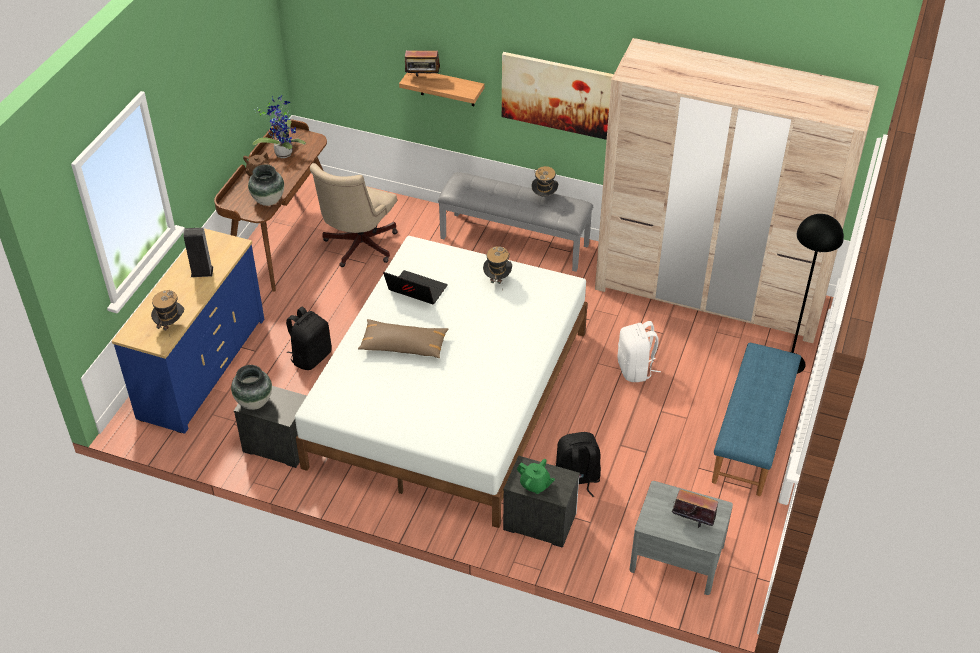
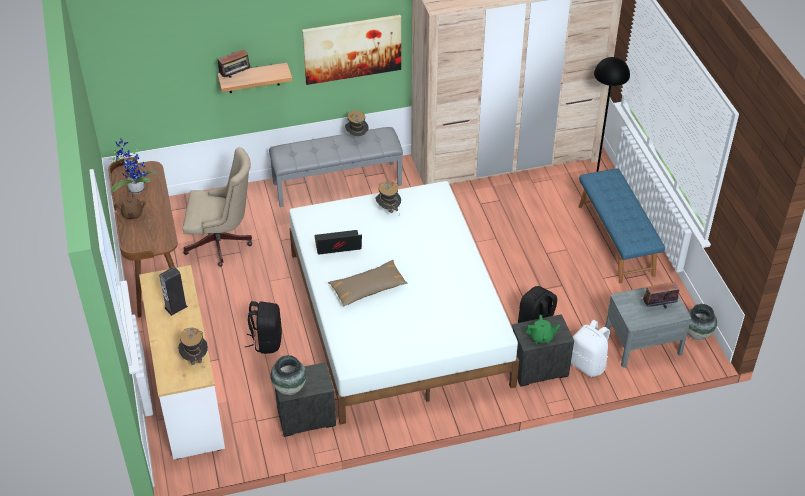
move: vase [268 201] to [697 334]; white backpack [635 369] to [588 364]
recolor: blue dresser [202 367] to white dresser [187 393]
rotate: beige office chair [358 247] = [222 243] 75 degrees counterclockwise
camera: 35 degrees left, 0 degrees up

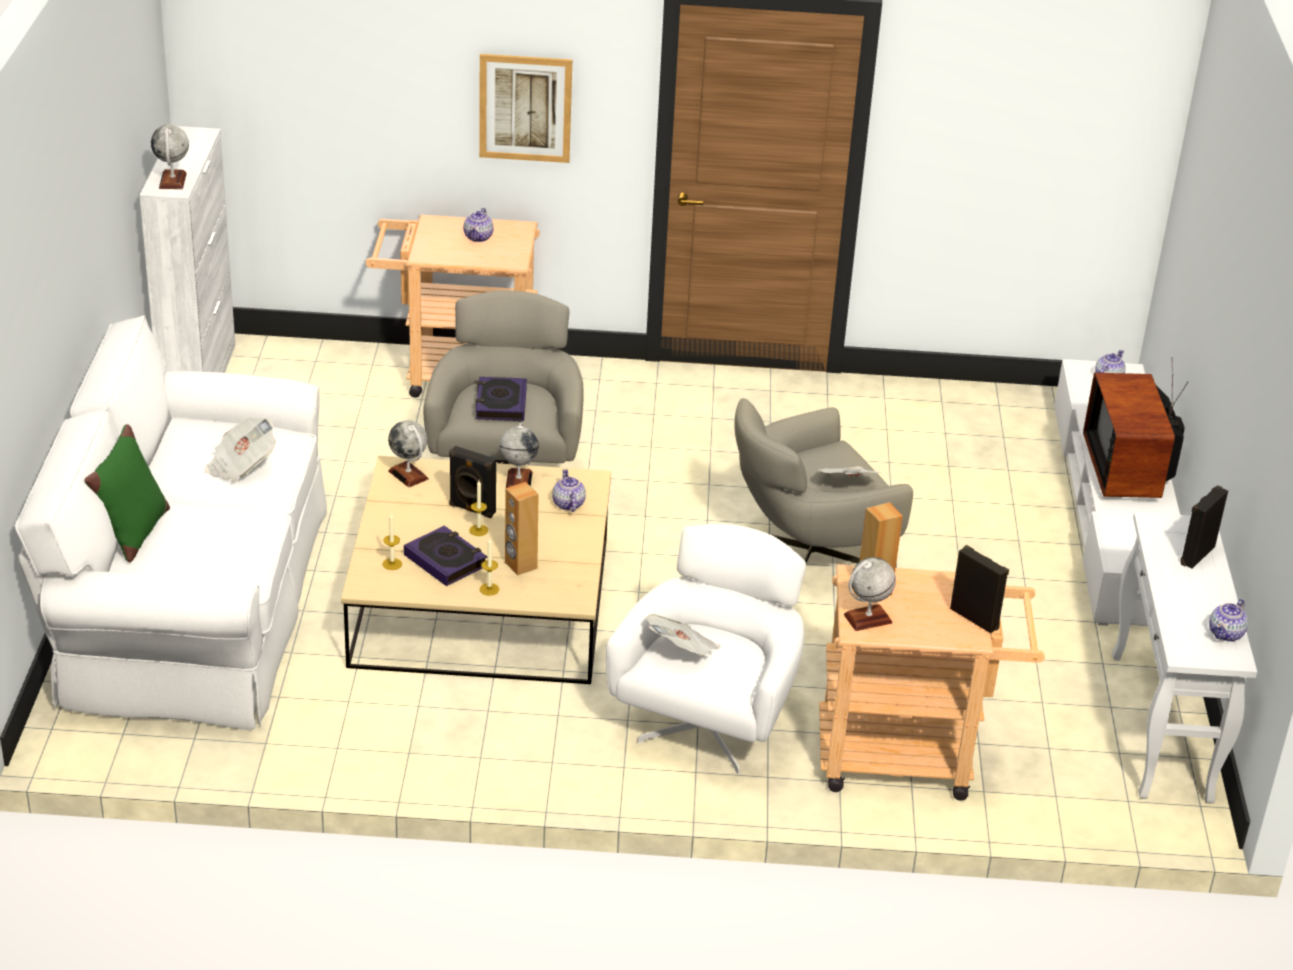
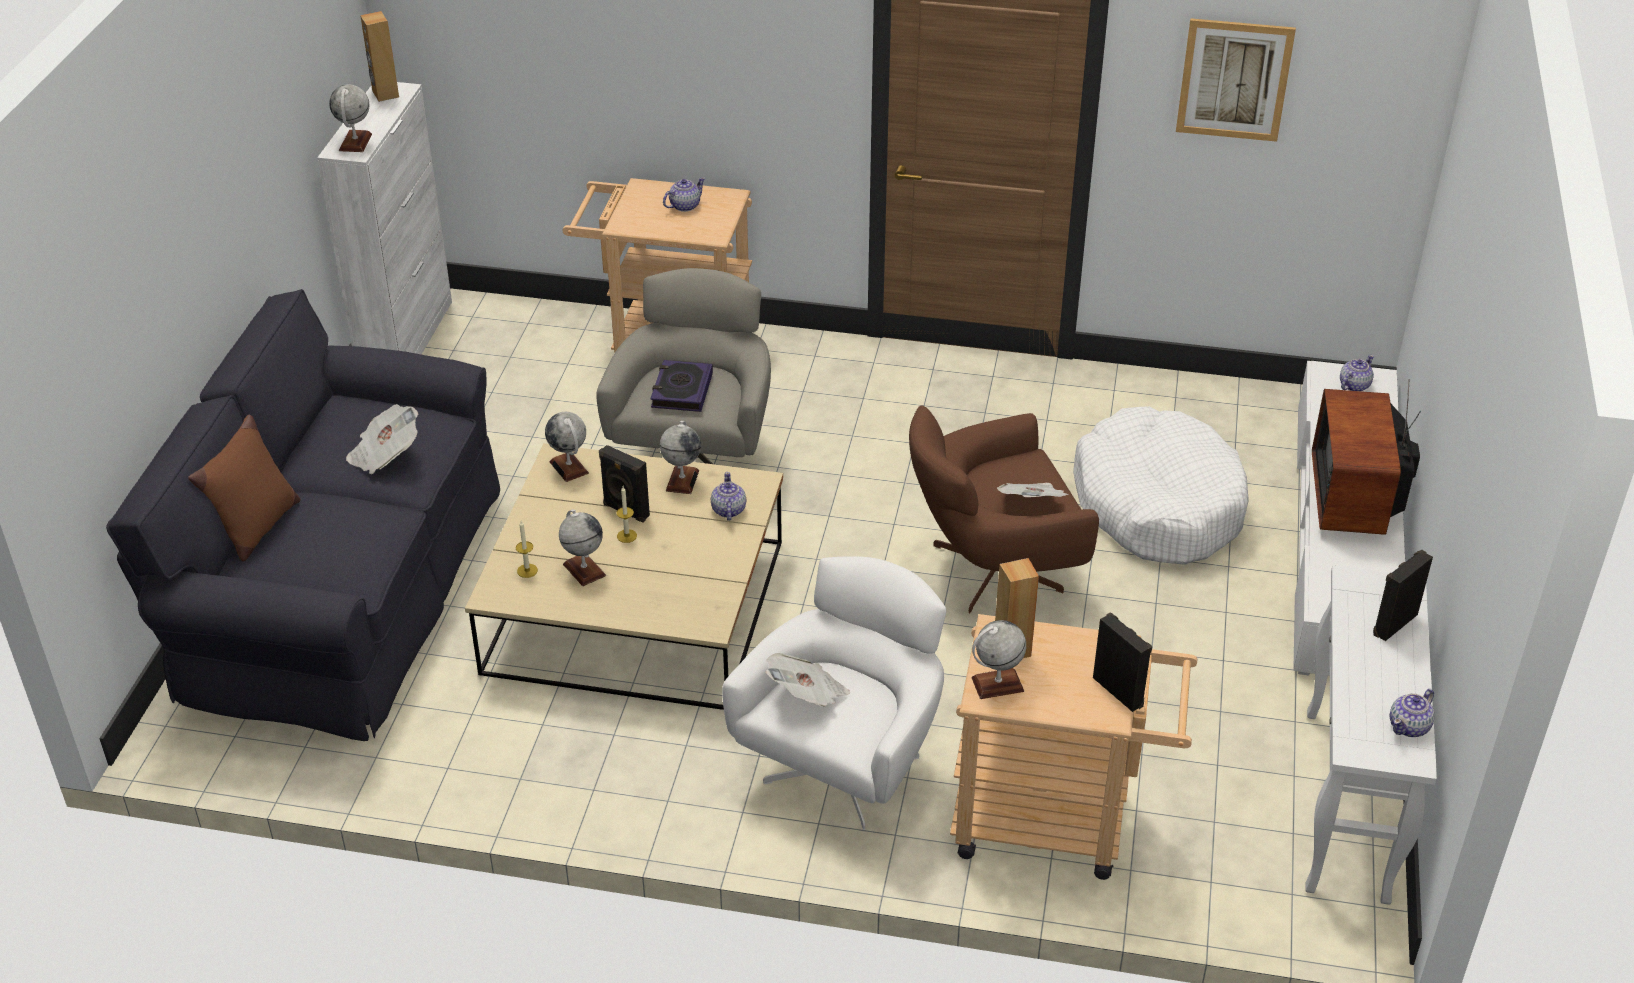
delete: candle [489 589]
insert: white dog bed [1158 505]
move: picture [525 108] to [1234 79]; brown speaker [520 565] to [385 94]
replace: book [445 560] to globe [584 570]
recolor: white sofa [191 604] to black sofa [339 592]; green pillow [134 534] to brown pillow [256 528]; grey armchair [806 554] to brown armchair [991 570]
rotate: teapot [478 237] = [684 206] 150 degrees counterclockwise
camera: 10 degrees right, 5 degrees up

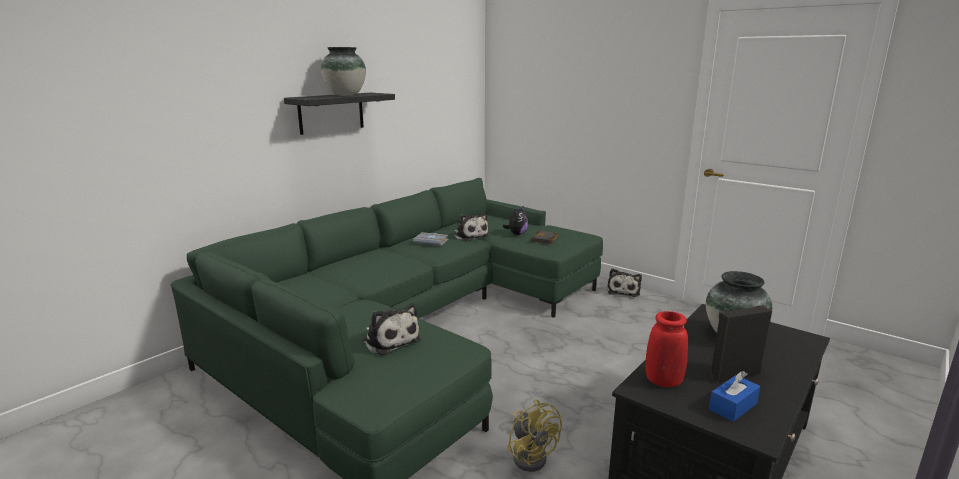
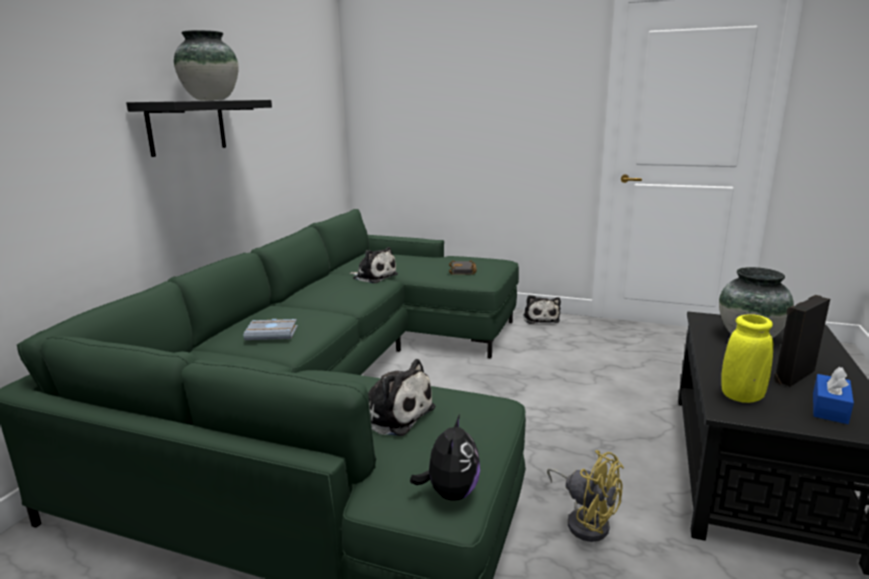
move: grey book [432 241] to [273 333]; plush toy [517 234] to [450 493]
recolor: red vase [663 381] to yellow vase [741 397]
camera: 20 degrees left, 0 degrees up

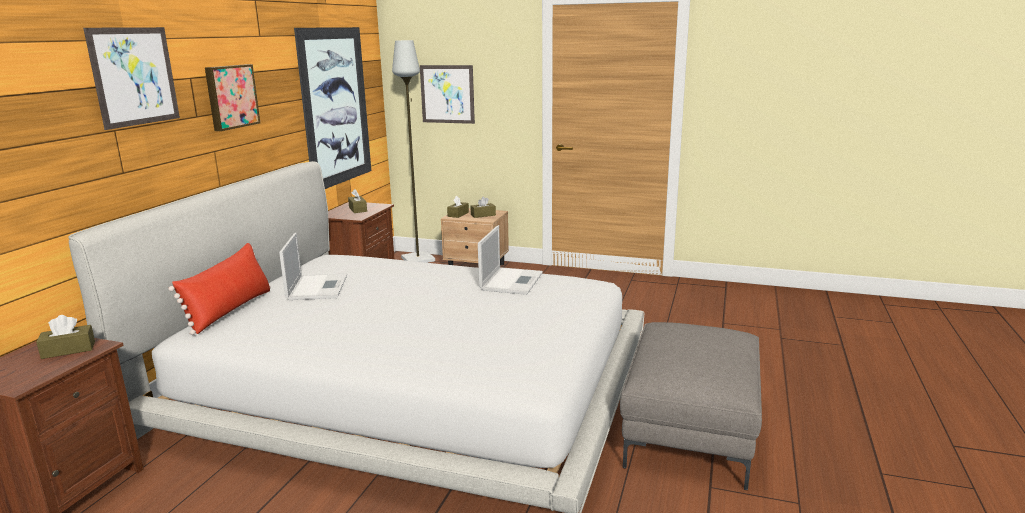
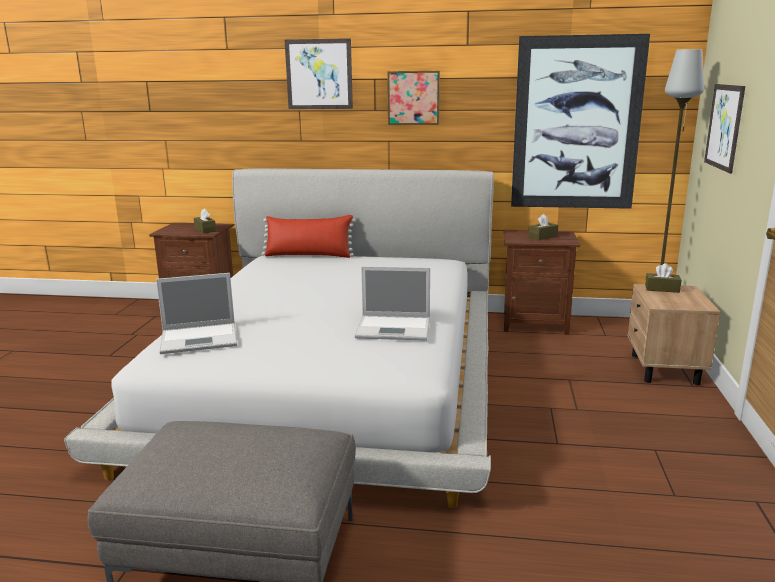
delete: brown tissue box [483 215]
move: laptop [317 287] to [201 338]
camera: 80 degrees right, 0 degrees up

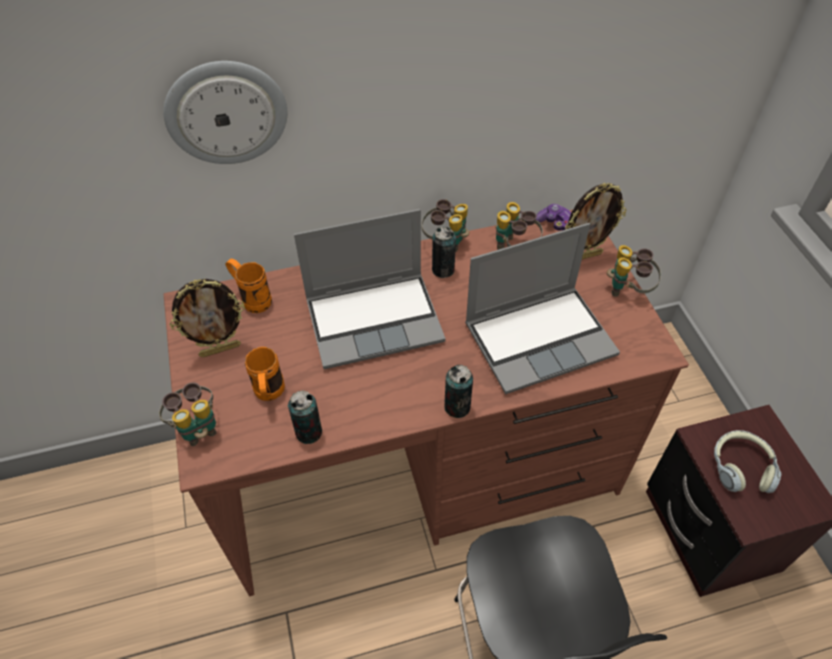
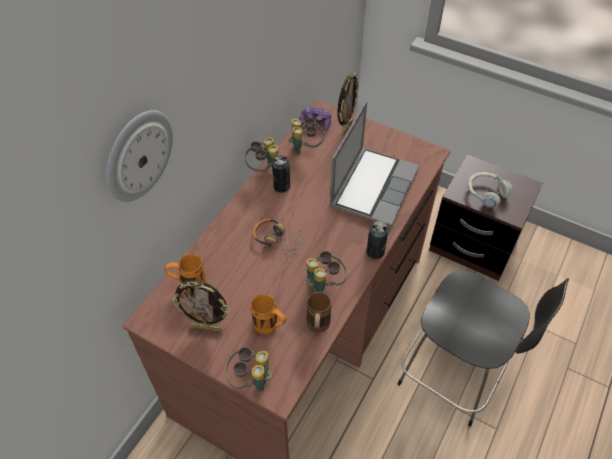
move: binoculars [628 289] to [324 284]
replace: can [309 432] to brown mug [317 327]; laptop [375 319] to headphones [278 240]
rotate: picture frame [220 349] = [207 327] 75 degrees clockwise
camera: 45 degrees left, 0 degrees up

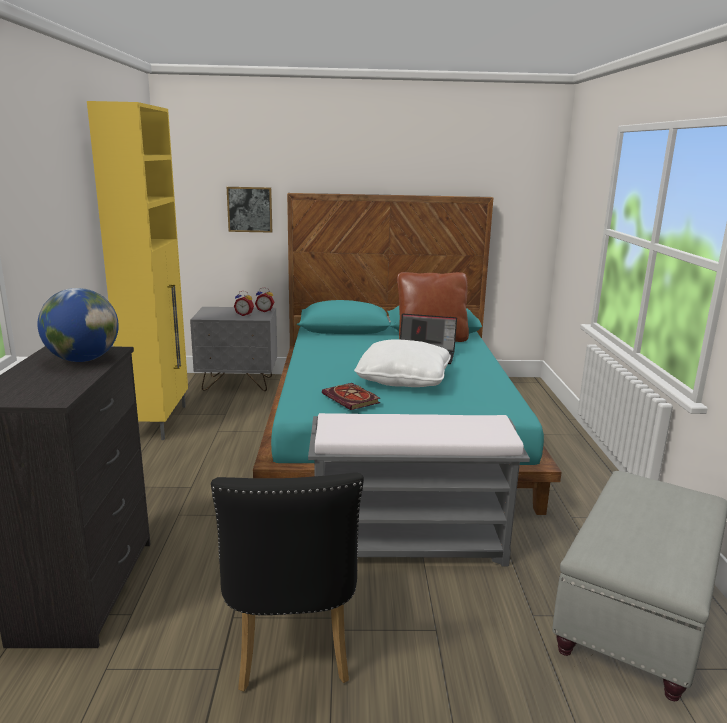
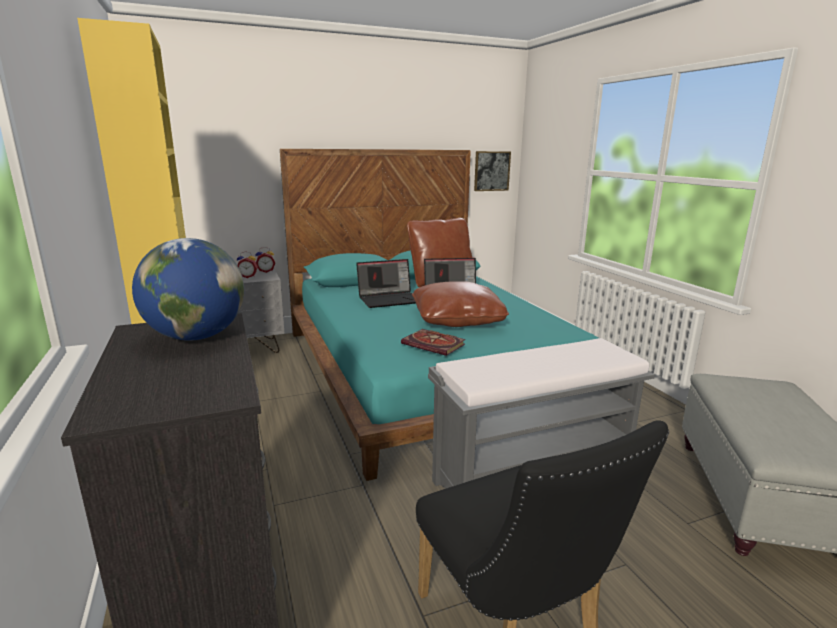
insert: laptop [389 299]
move: picture [250 209] to [491 171]
recolor: white pillow [403 380] to brown pillow [457 320]
camera: 20 degrees left, 0 degrees up

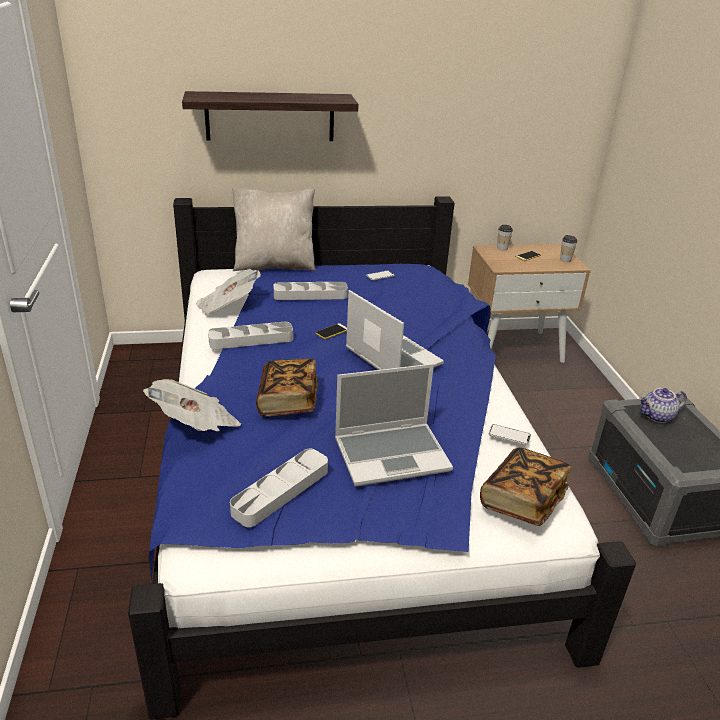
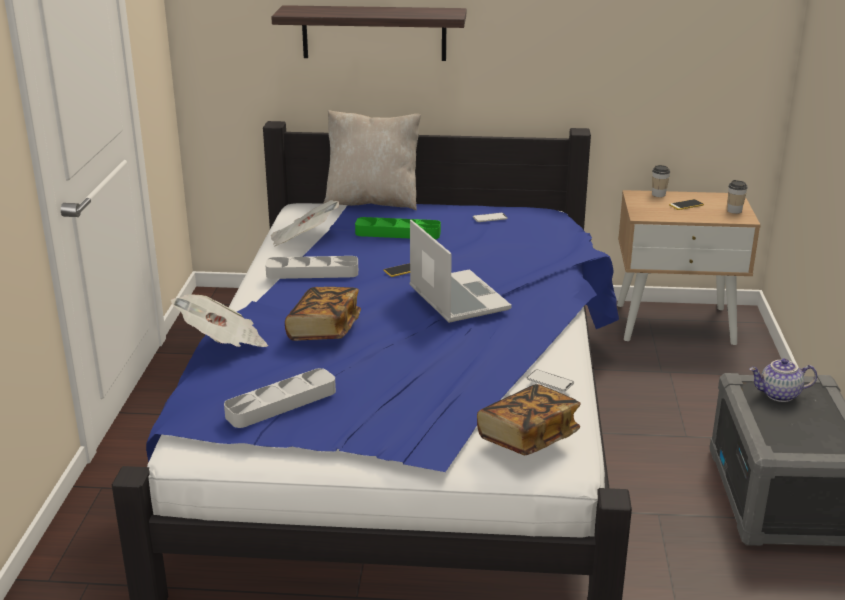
delete: laptop [392 454]
recolor: grey tray [310 295] to green tray [398 233]
camera: 15 degrees right, 5 degrees down

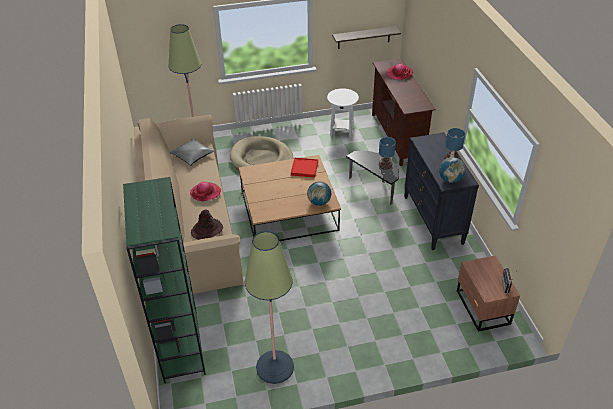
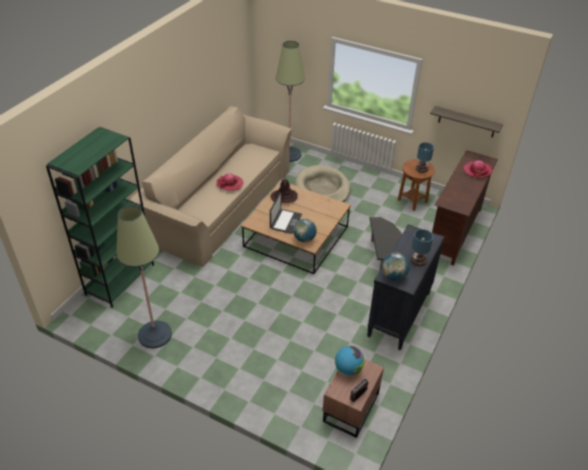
delete: grey pillow [192 155]; red tray [304 168]
insert: laptop [285 221]; globe [348 369]
move: brown hat [207 230] to [284 197]; table lamp [385 165] to [422 169]
recolor: white side table [341 131] to brown side table [412 201]
camera: 40 degrees right, 0 degrees up

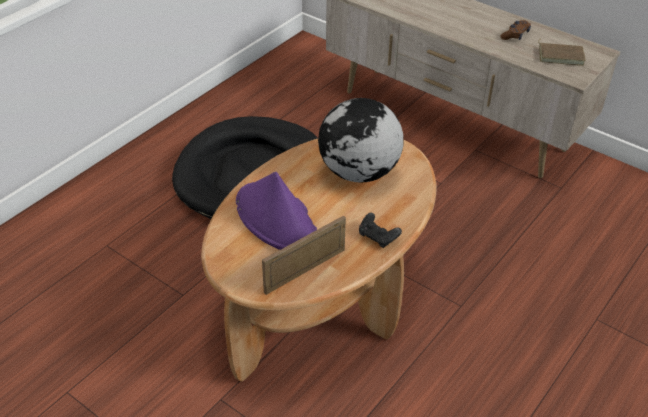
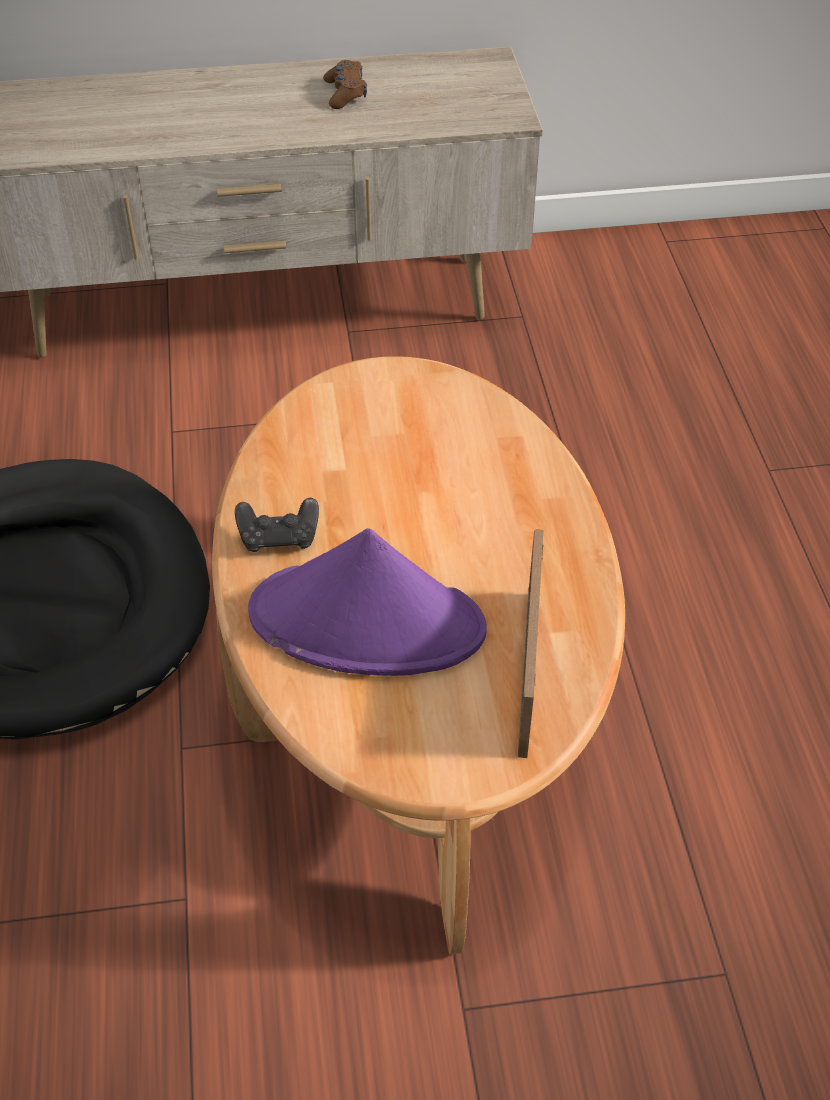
delete: globe [358 172]; brown book [561 55]
move: black game controller [378 237] to [279 537]
camera: 45 degrees left, 5 degrees up

